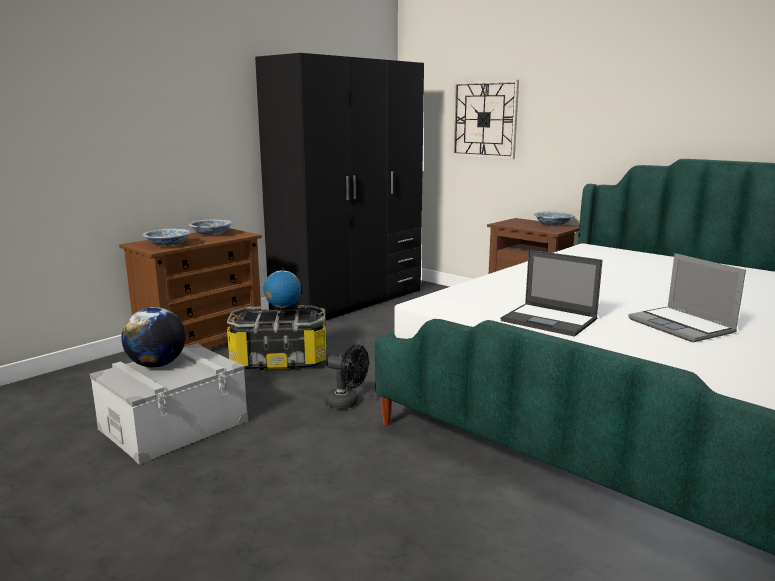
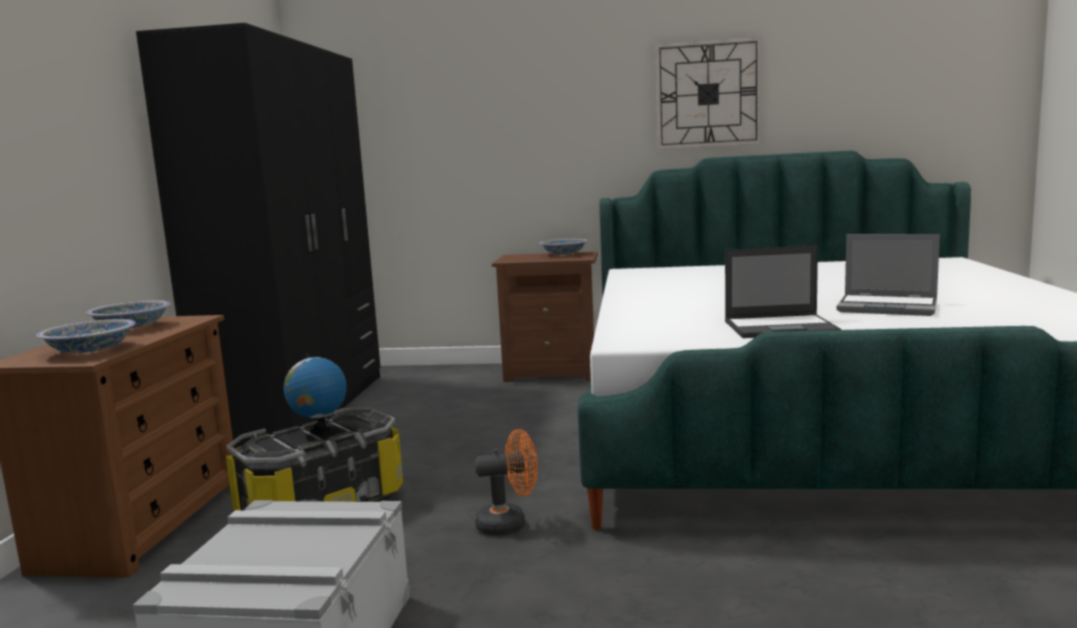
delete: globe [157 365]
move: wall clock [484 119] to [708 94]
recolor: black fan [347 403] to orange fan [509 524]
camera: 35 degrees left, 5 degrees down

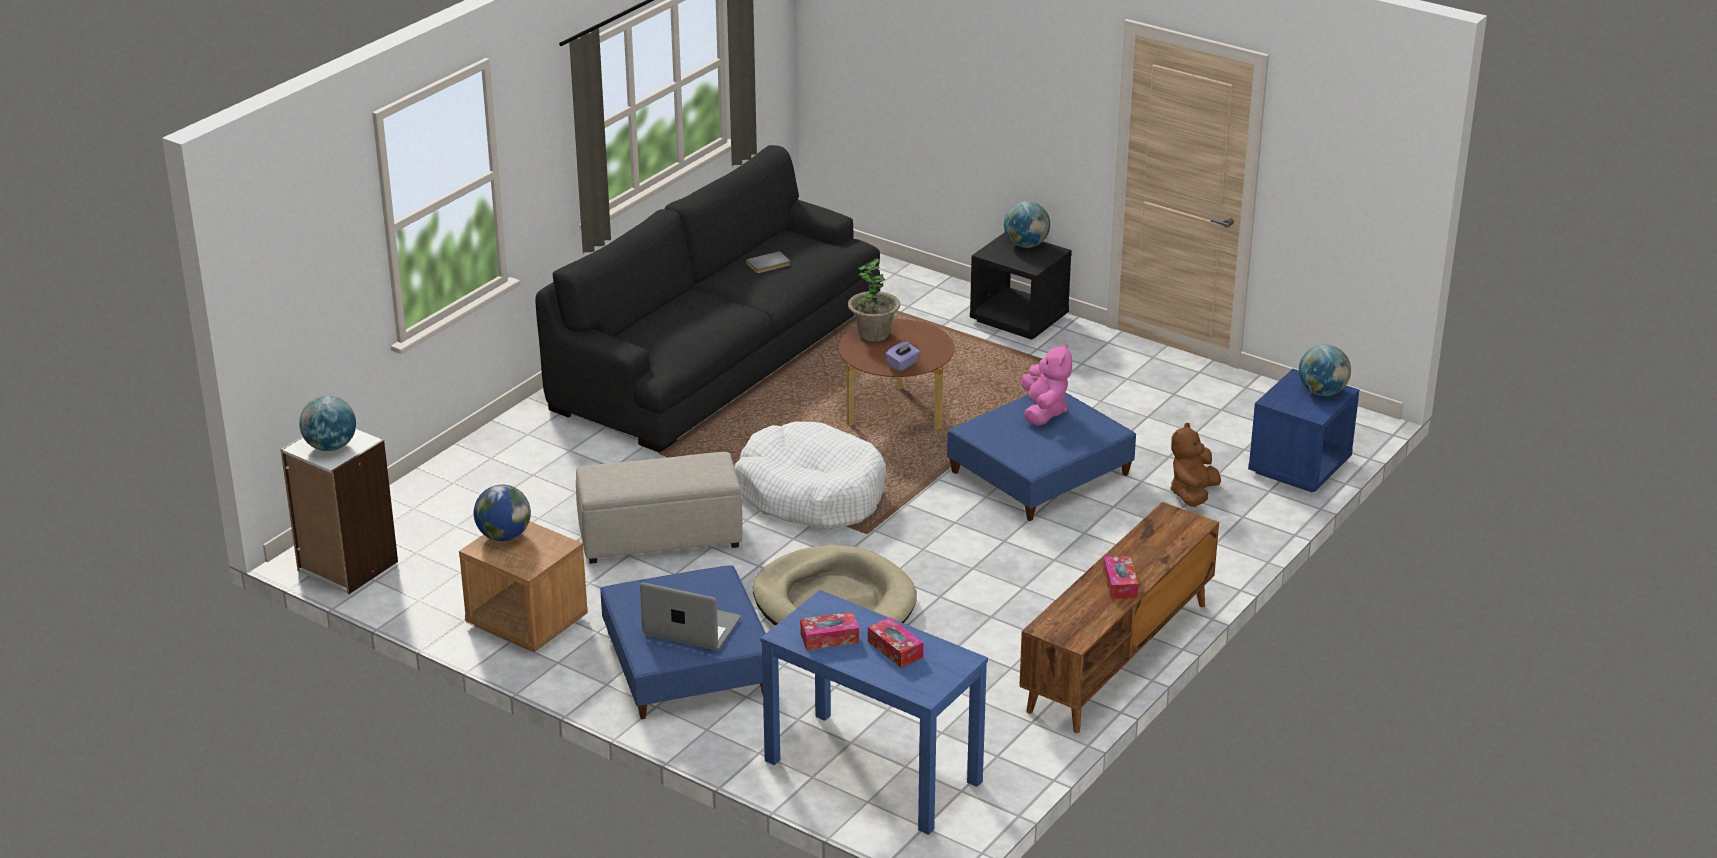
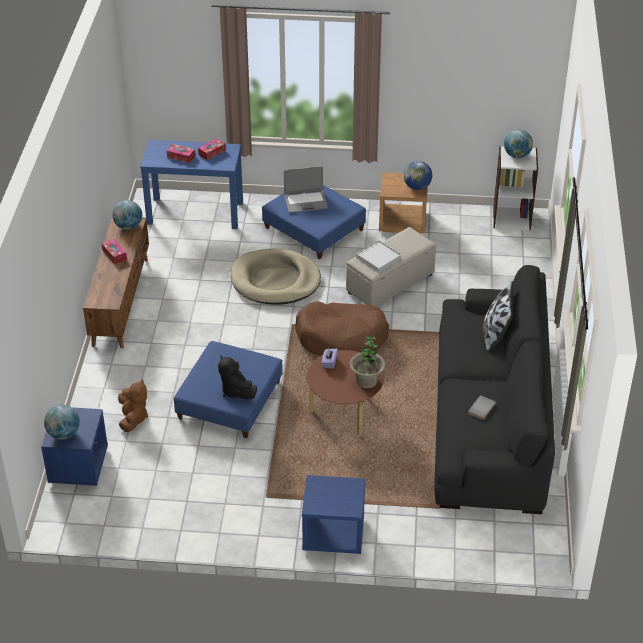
insert: white tray [378 257]; pillow [495 334]
move: globe [1026 245] to [128 226]
recolor: white dog bed [811 493] to brown dog bed [341 338]; black nightstand [1019 319] to blue nightstand [333 534]; pink plush toy [1044 411] to black plush toy [236 391]
camera: 150 degrees right, 10 degrees up

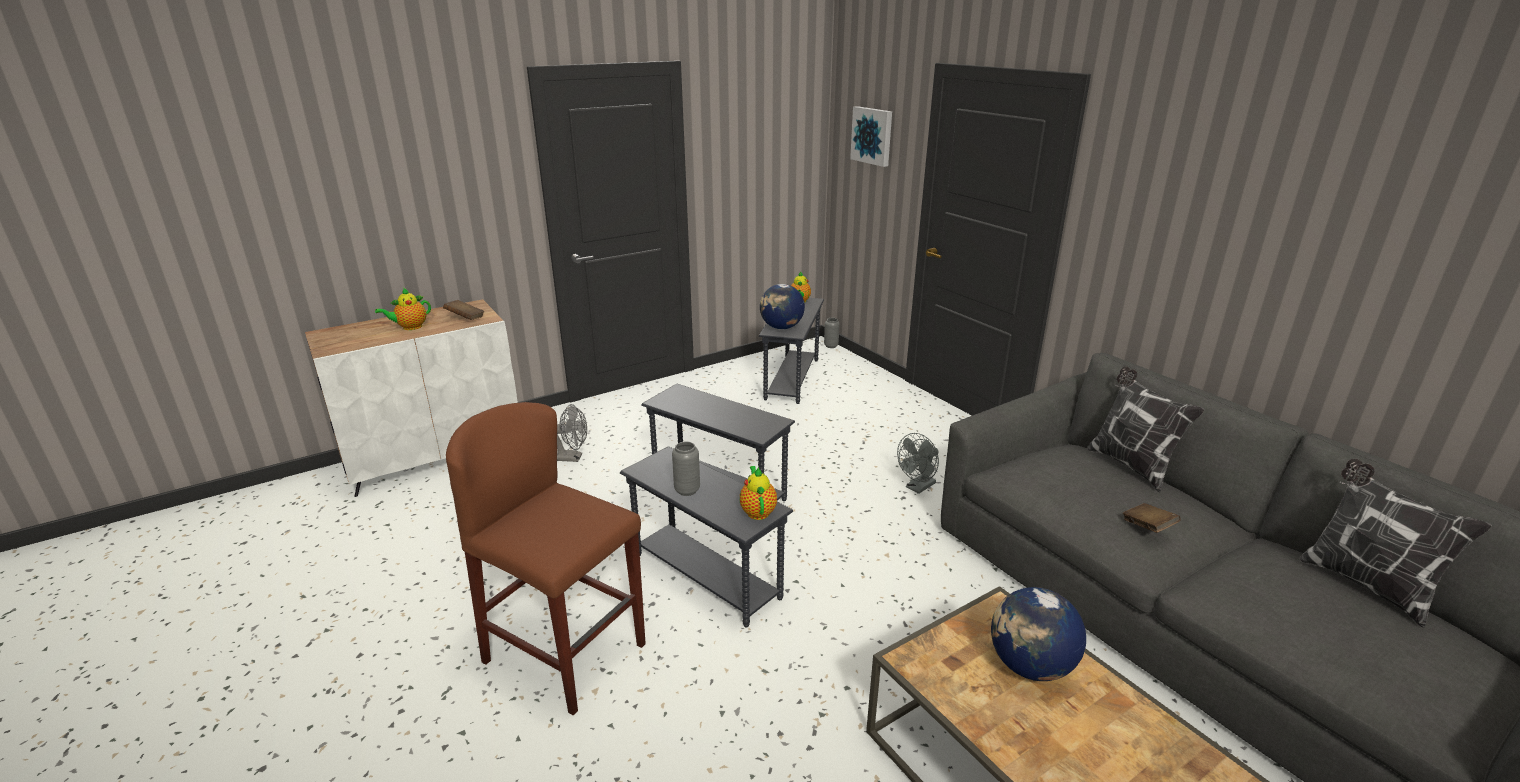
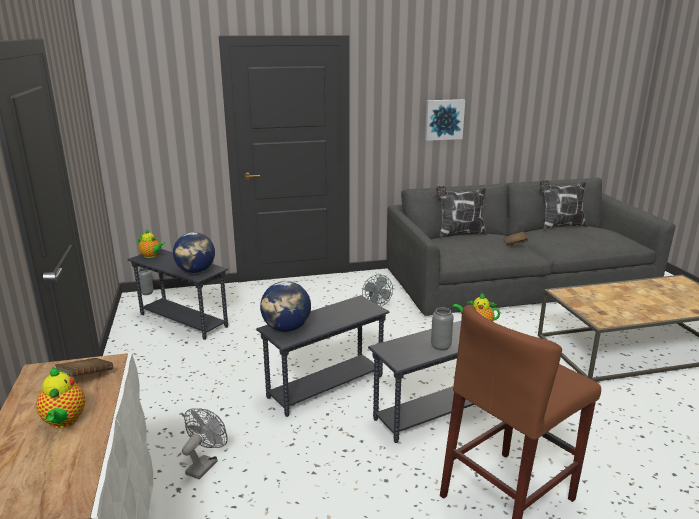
move: picture [872 136] to [444 119]; globe [1030 666] to [286 329]
camera: 70 degrees left, 5 degrees down

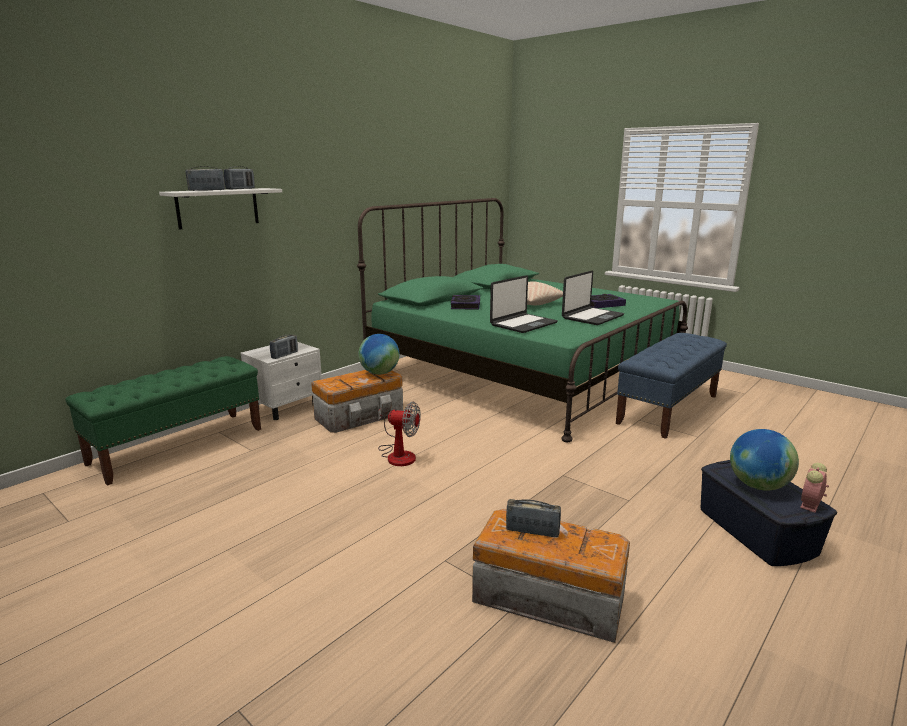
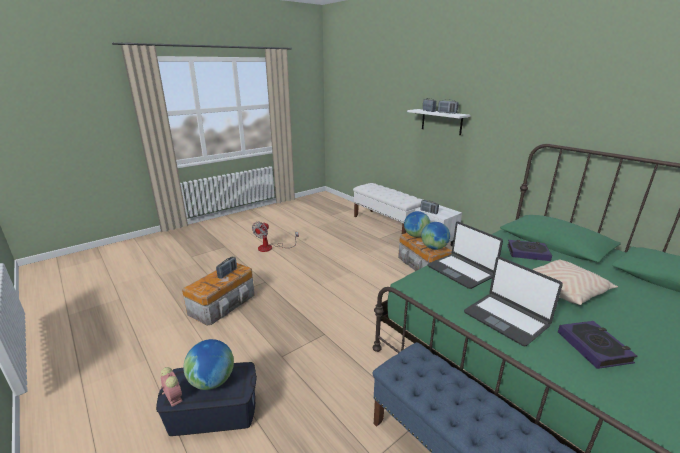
insert: globe [416 236]
move: fan [398 454] to [270 248]
recolor: green bench [178 445] to white bench [386 224]
camera: 100 degrees right, 5 degrees up

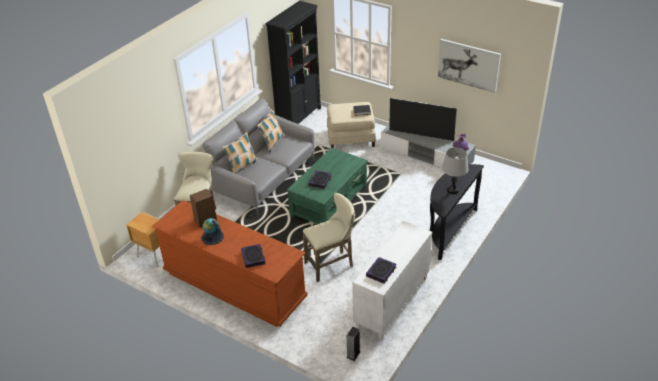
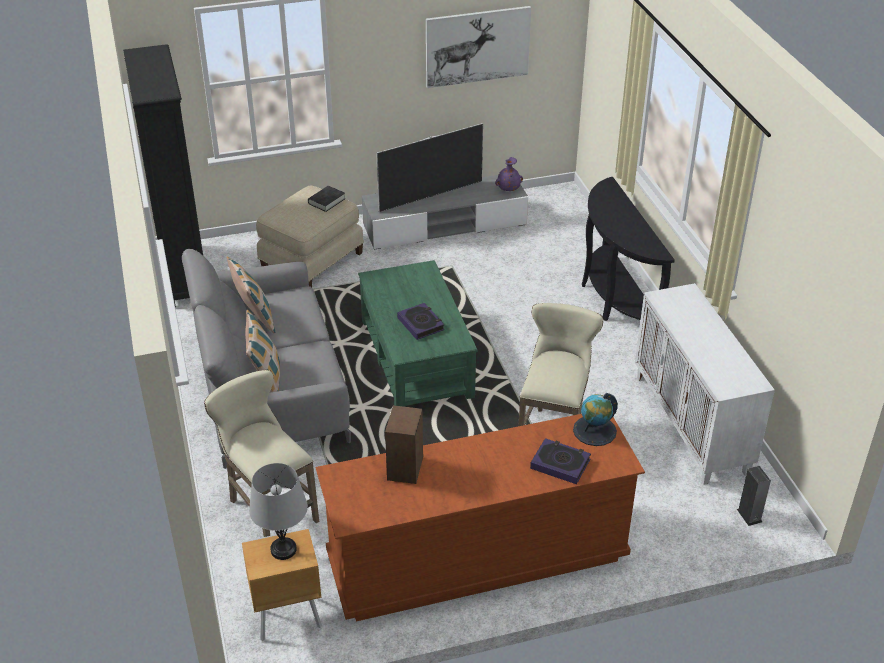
delete: book [381 272]
move: globe [212 237] to [594 431]; grey table lamp [453 190] to [283 550]
camera: 50 degrees left, 0 degrees up

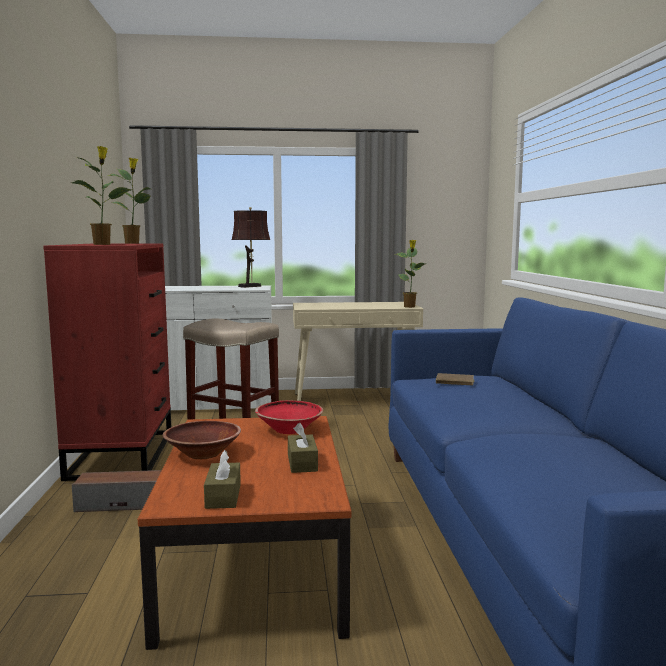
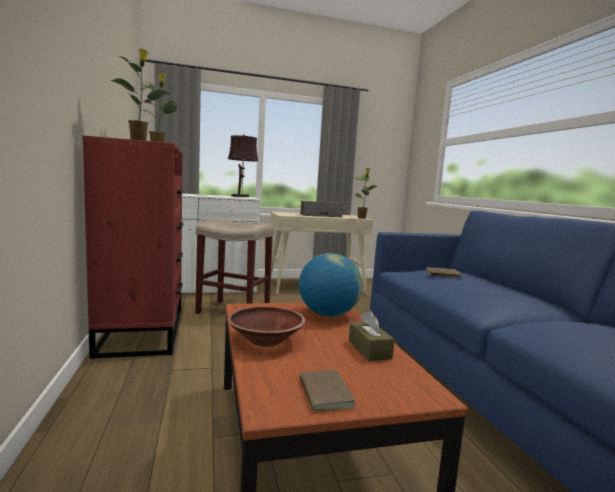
move: speaker [121 503] to [320 215]
replace: brown tissue box [223 496] to brown book [322 393]; red bowl [289 430] to globe [327 314]
camera: 10 degrees left, 0 degrees up

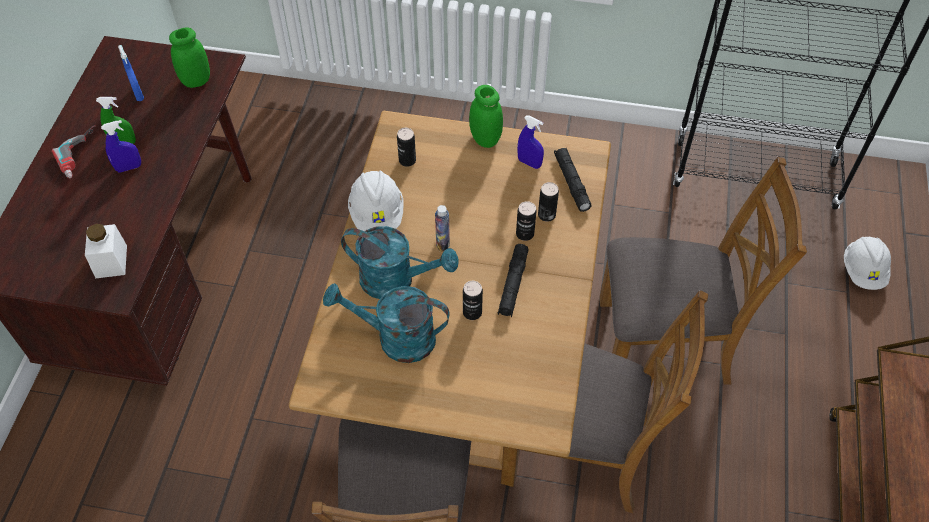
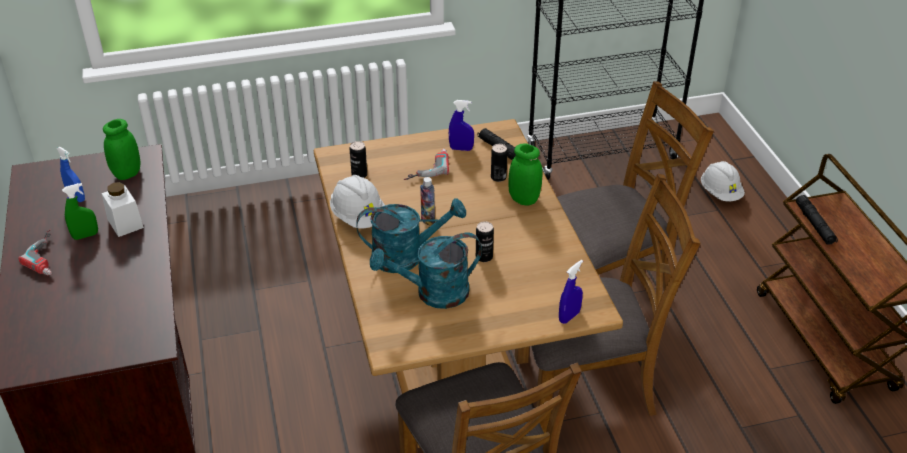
delete: can [525 234]
insert: power drill [426 167]
move: white jar [111 261] to [125 223]; blue spray bottle [129 167] to [569 316]; green jar [485 139] to [524 199]; black flashlight [513 284] to [814 224]
camera: 25 degrees left, 15 degrees down

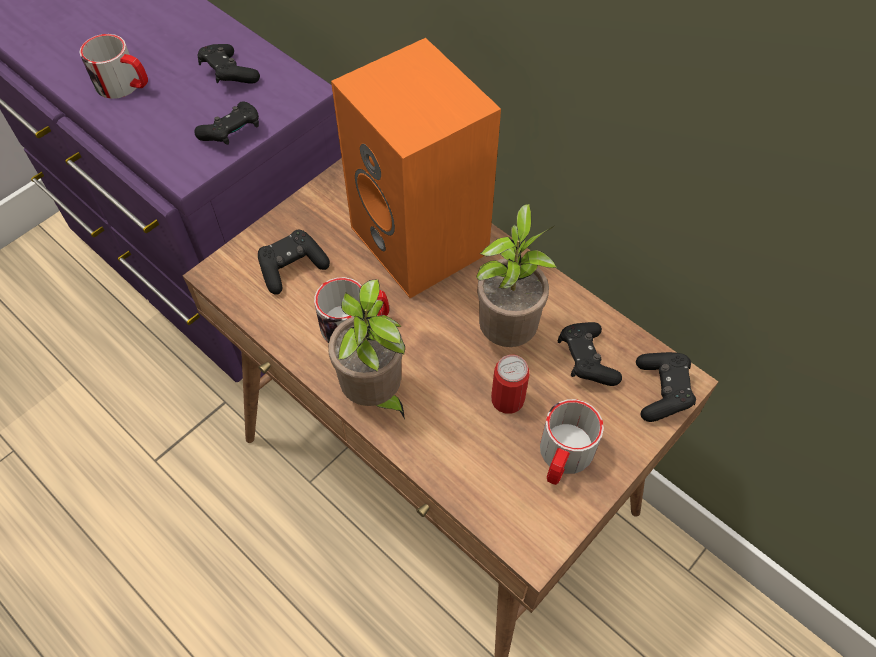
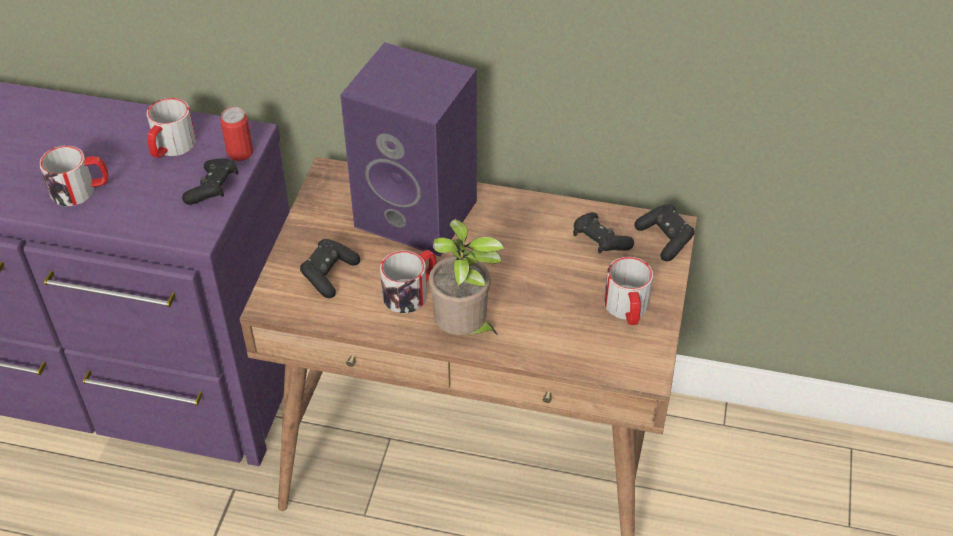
delete: potted plant [508 332]
move: can [507 399] to [240 153]
replace: black game controller [229 75] to mug [171 147]
recolor: orange speaker [423 241] to purple speaker [419 213]
camera: 30 degrees left, 10 degrees down

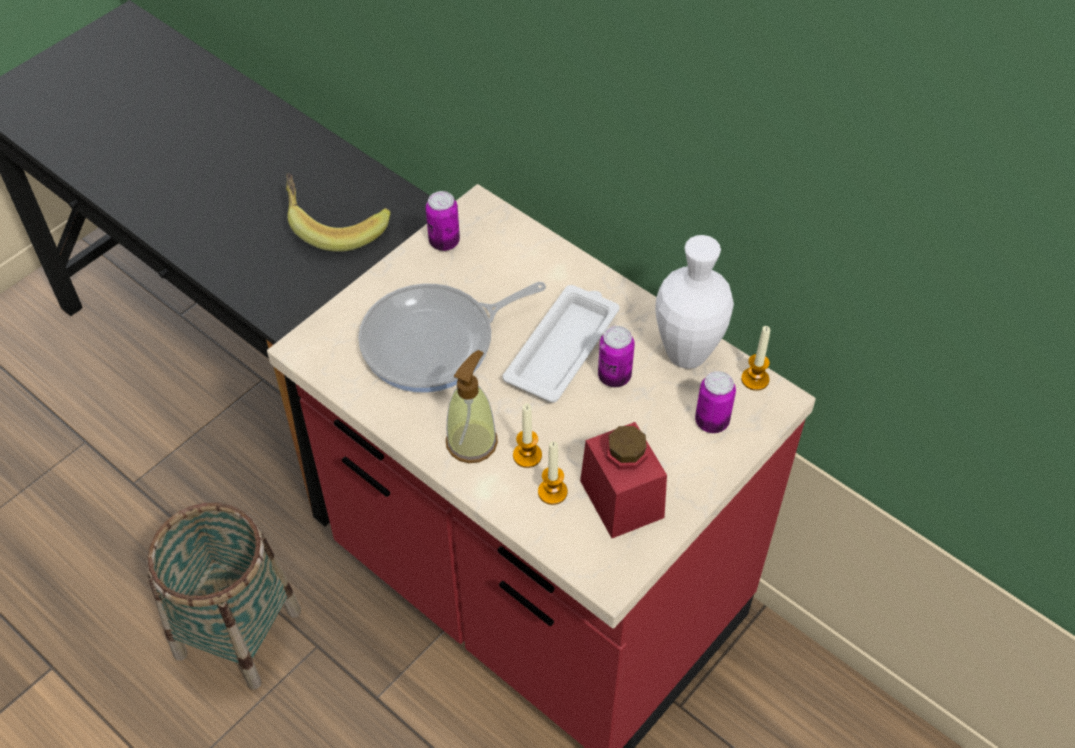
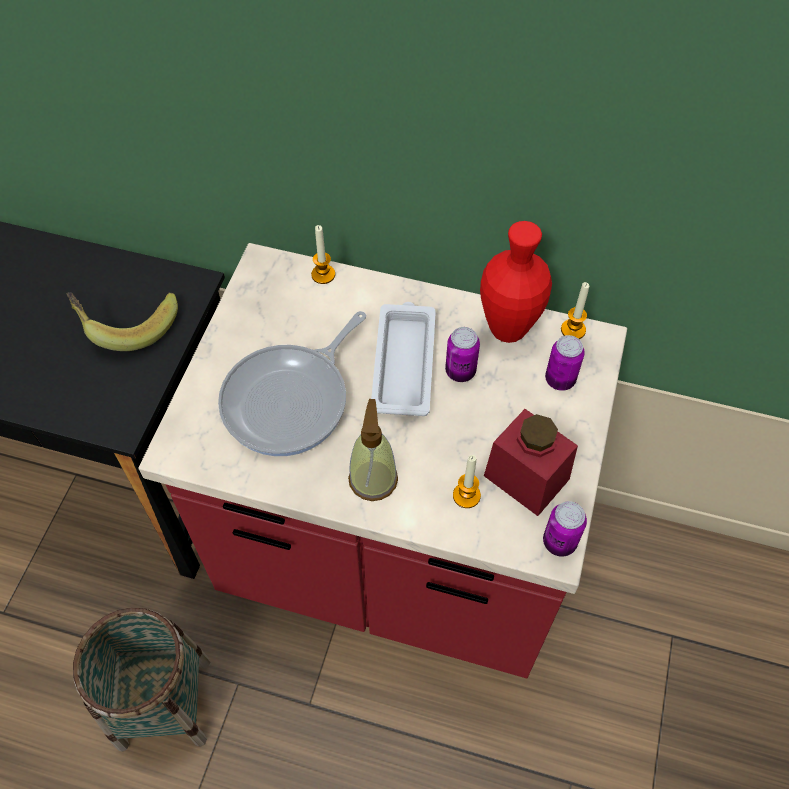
move: can [444 242] to [559 542]; candle [527 455] to [323 274]
recolor: white vase [686 354] to red vase [508 329]
camera: 25 degrees left, 5 degrees up

